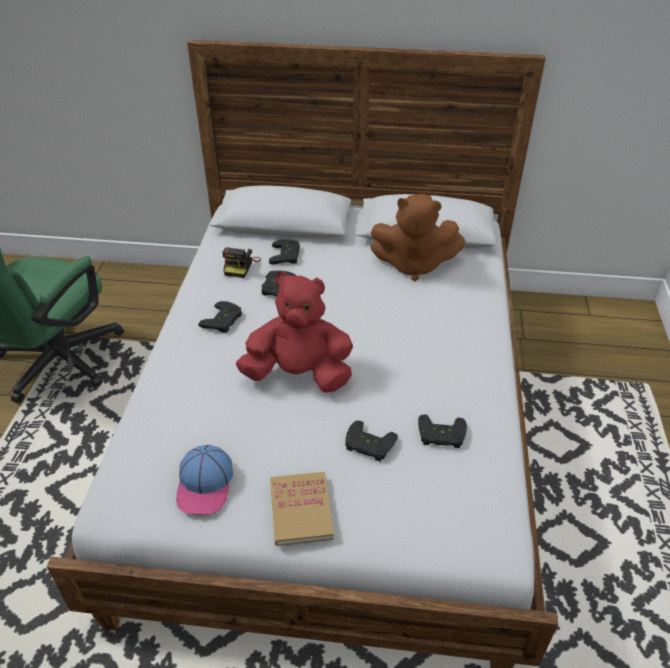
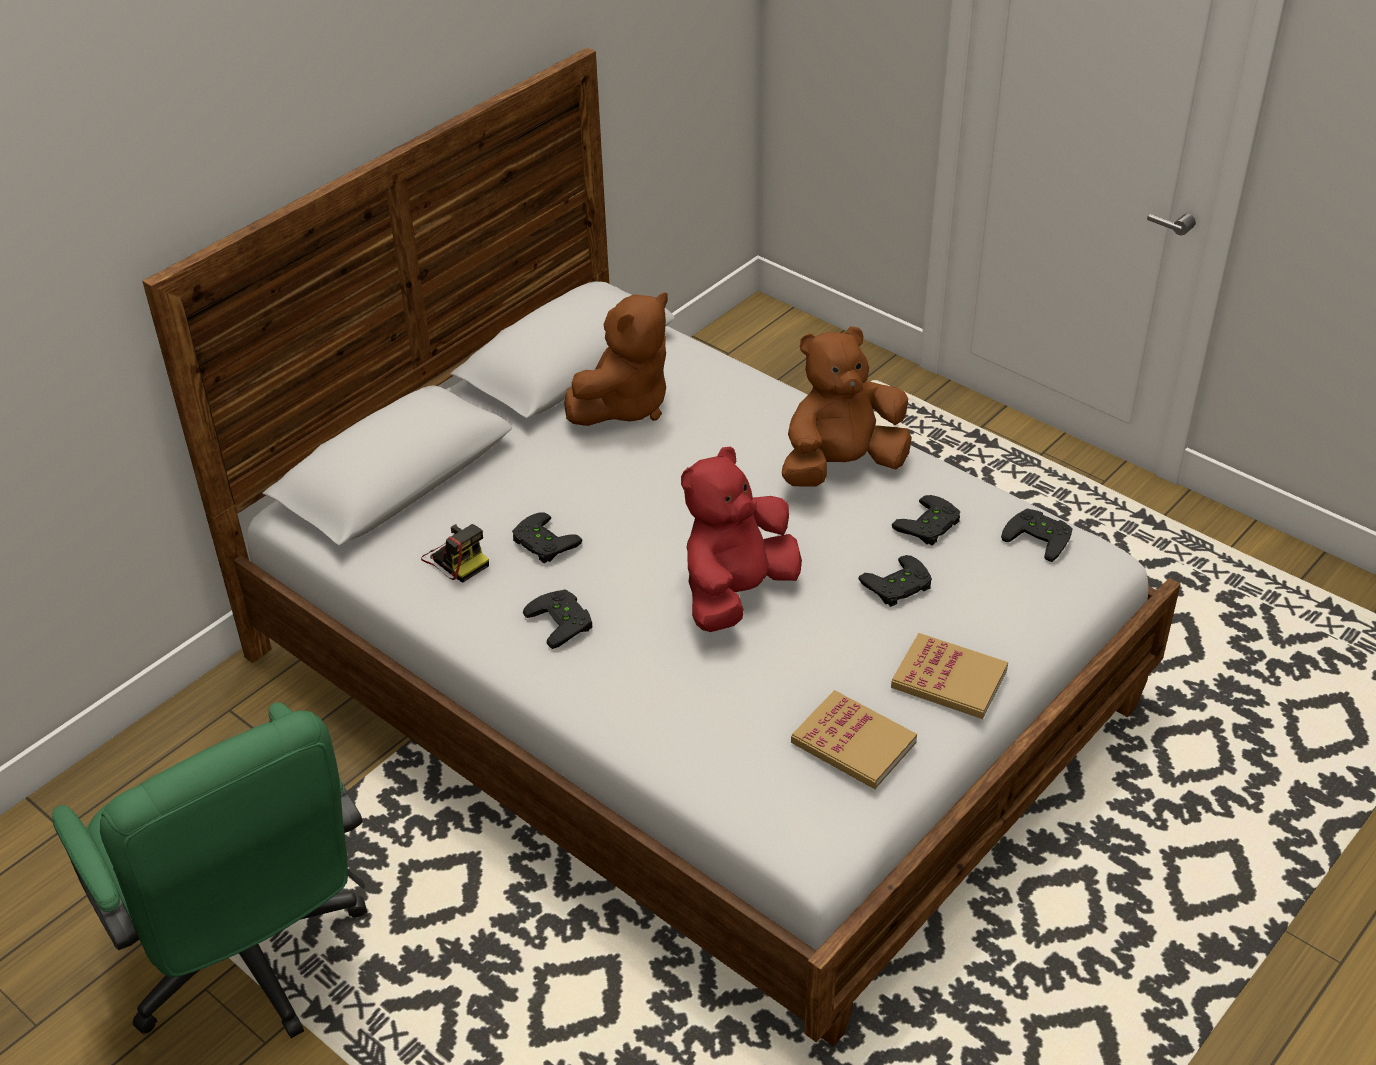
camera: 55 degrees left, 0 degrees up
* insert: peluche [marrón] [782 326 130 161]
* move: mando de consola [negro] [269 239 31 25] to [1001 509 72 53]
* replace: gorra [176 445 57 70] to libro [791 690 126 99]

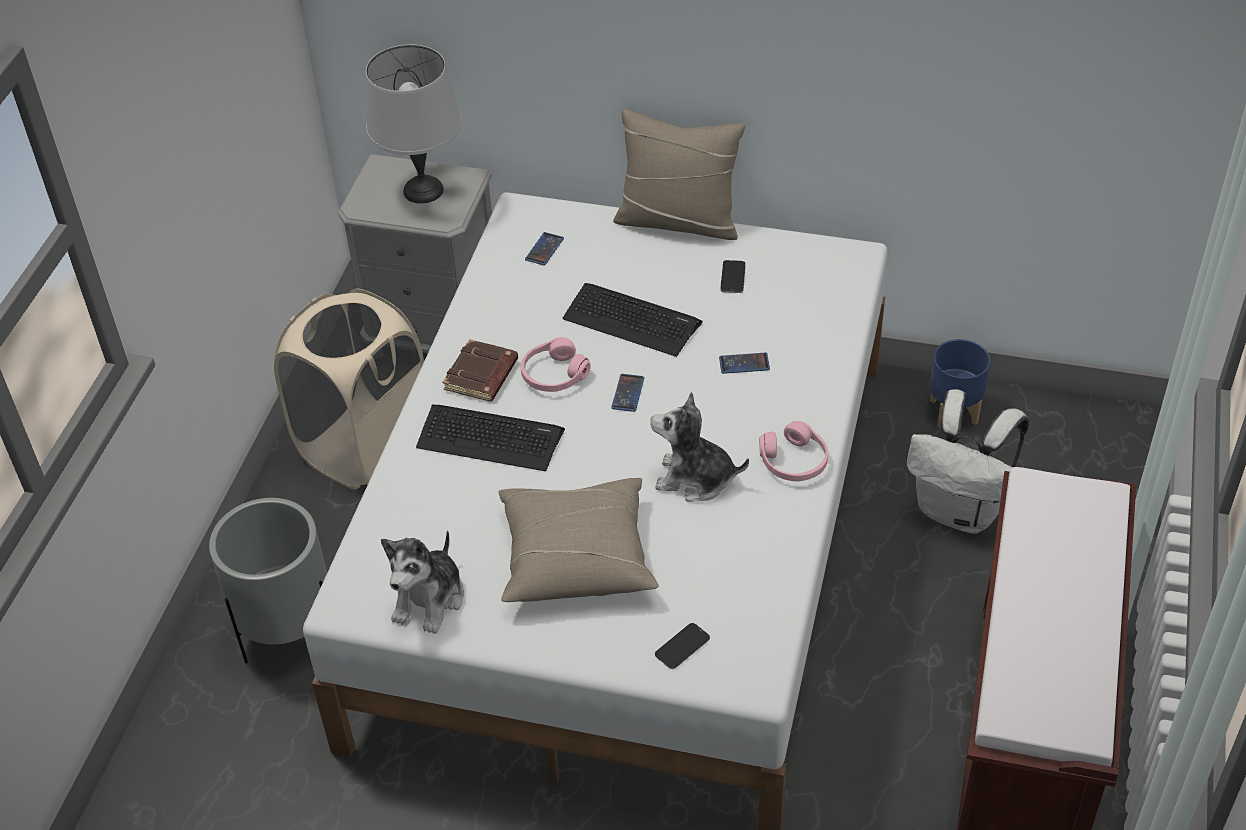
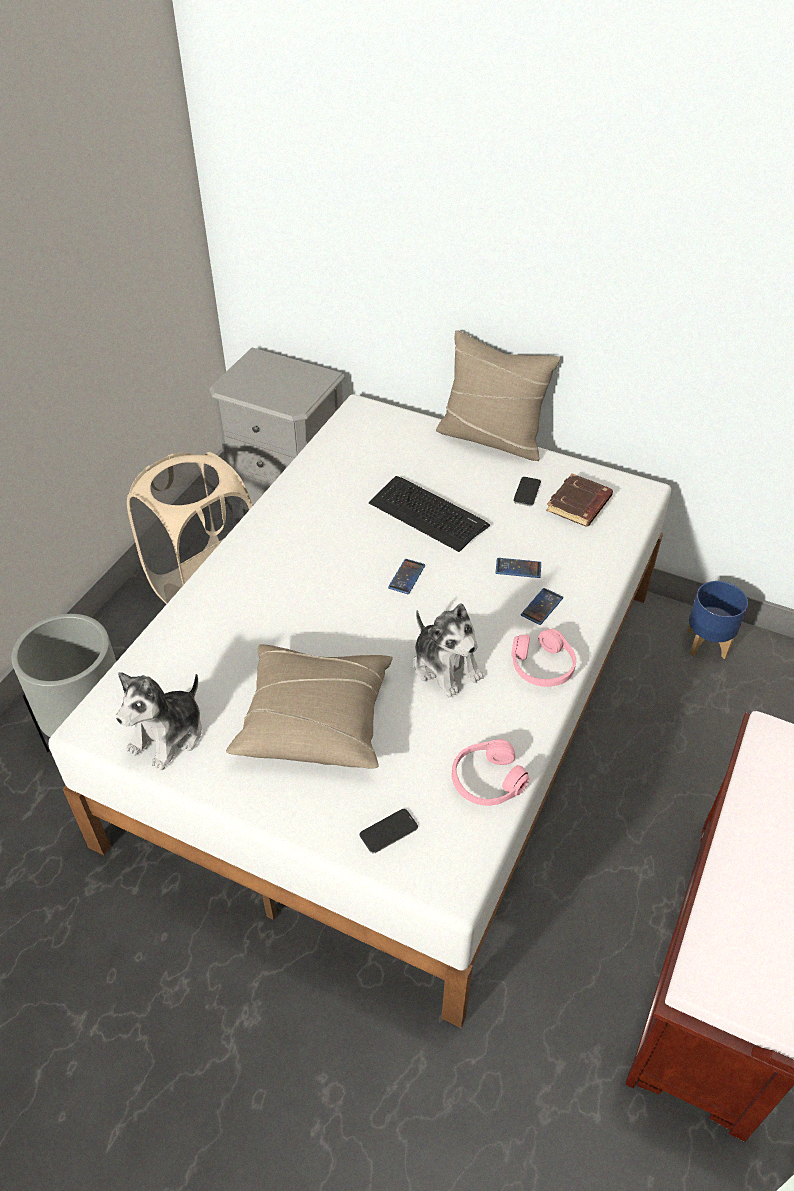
camera: 10 degrees right, 0 degrees up
* delete: lámpara de mesa [gris] [366 44 95 160]
* delete: teclado [416 405 149 66]
* delete: mochila [blanco] [906 389 123 145]
* move: libro [marrón] [442 339 76 62] to [546 473 67 54]
* move: auriculares [rosa] [521 337 70 55] to [452 739 77 67]
* move: móvil [525 232 39 34] to [521 588 42 37]
* rotate: peluche [650 392 99 110] = [414 603 70 94] 150 degrees counterclockwise

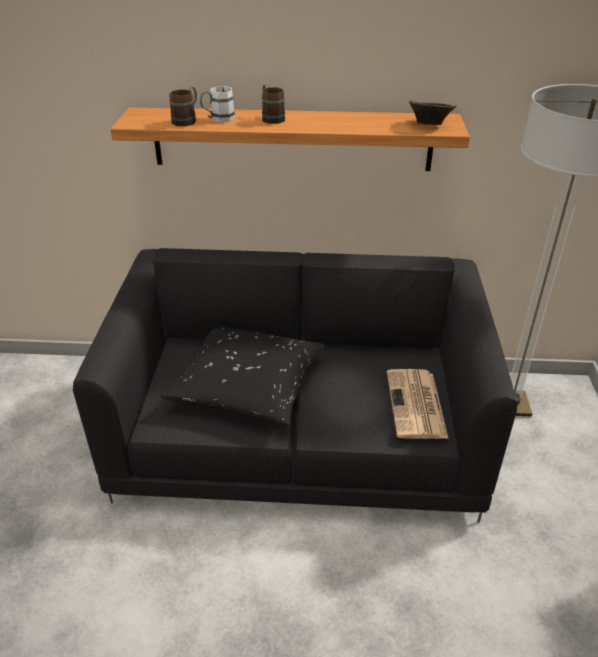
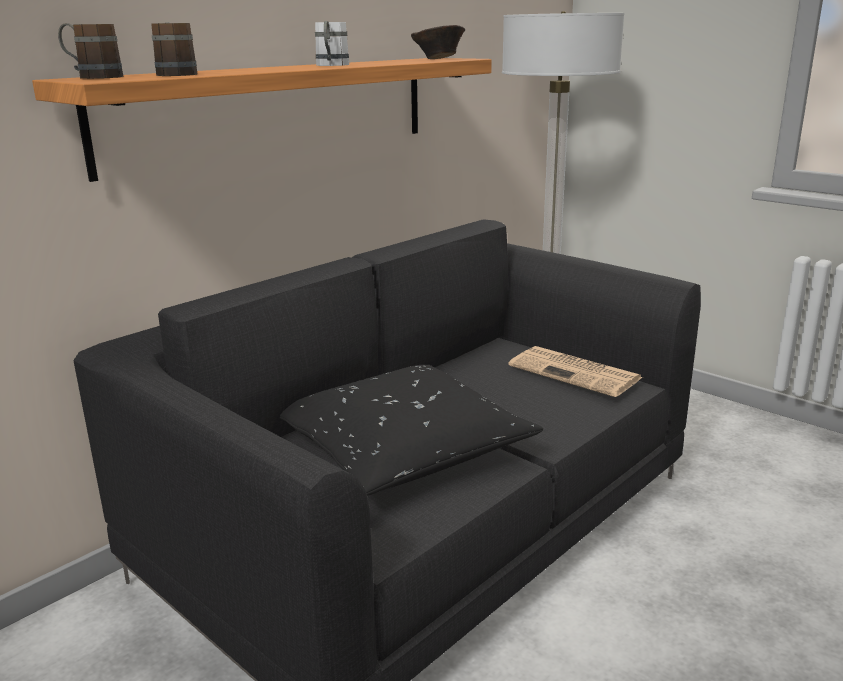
camera: 50 degrees left, 15 degrees down
* move: taza grande [blanco] [200 86 35 37] to [315 21 34 45]
* move: taza grande [marrón] [262 85 23 39] to [58 24 65 55]

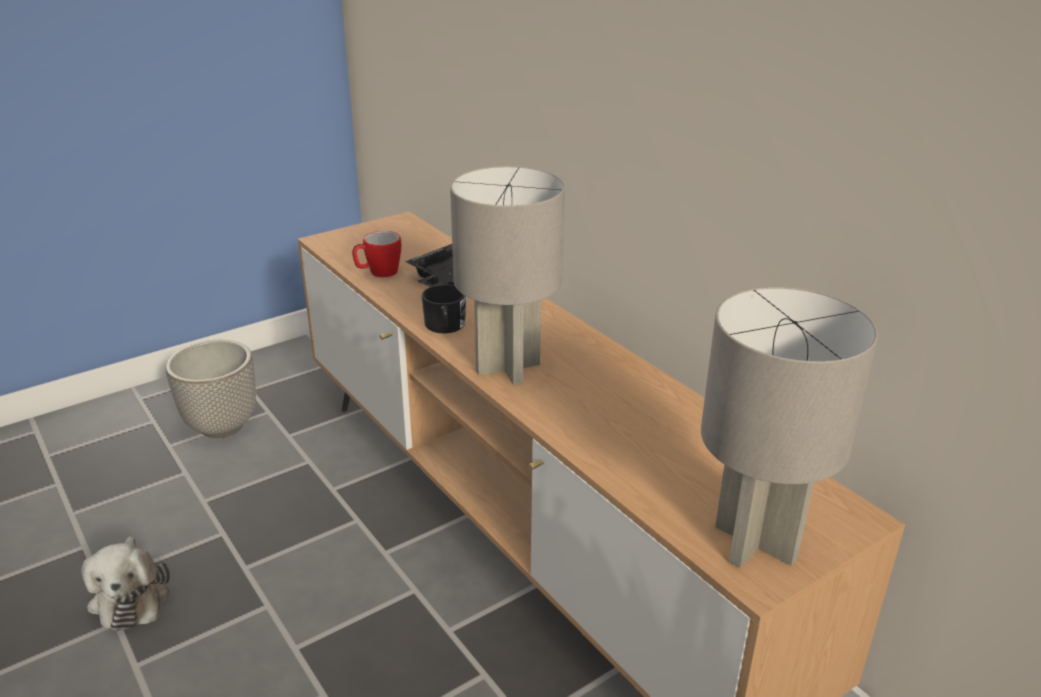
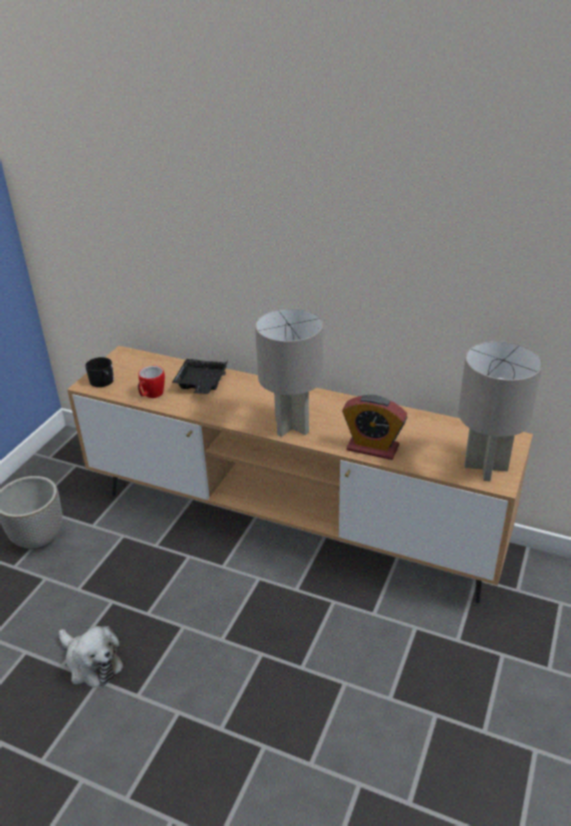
camera: 30 degrees left, 5 degrees up
* insert: despertador [342 395 65 65]
* move: taza grande [negro] [422 284 44 49] to [85 357 29 30]

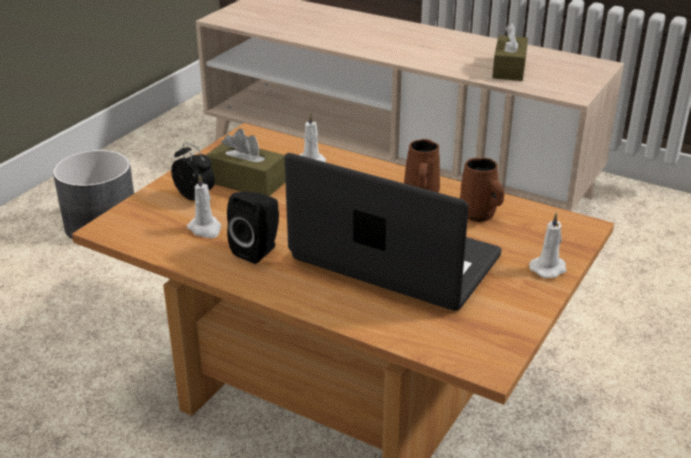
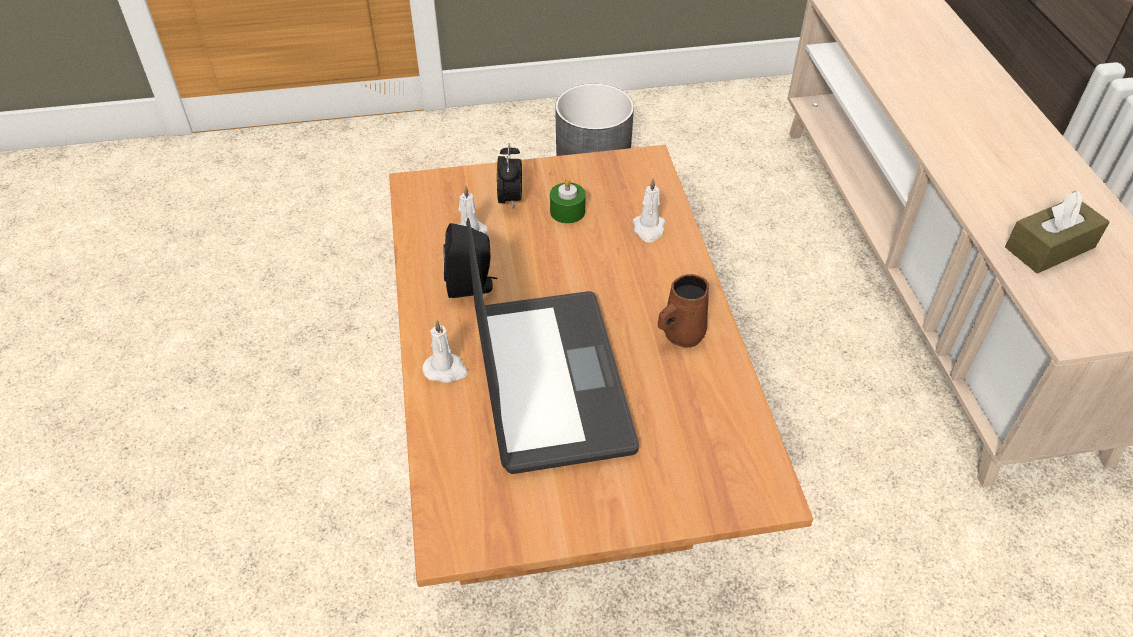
camera: 50 degrees right, 15 degrees up
* delete: taza grande [marrón] [460 158 45 64]
* move: vela [blanco] [529 212 38 66] to [423 320 45 63]
* replace: caja de pañuelos [marrón] [206 129 79 67] to vela [verde] [550 178 36 46]

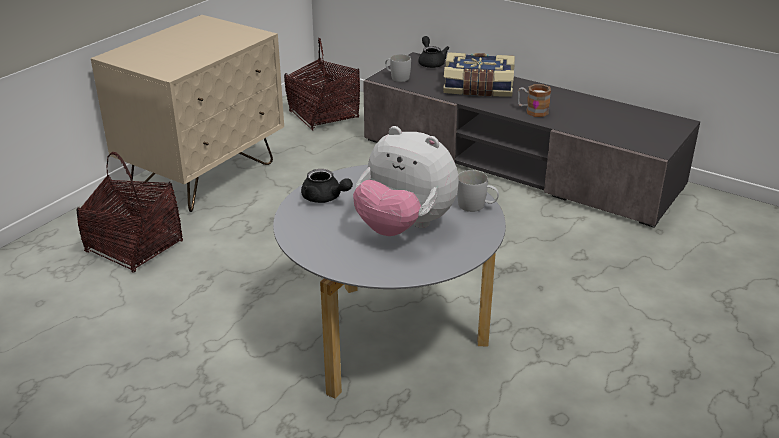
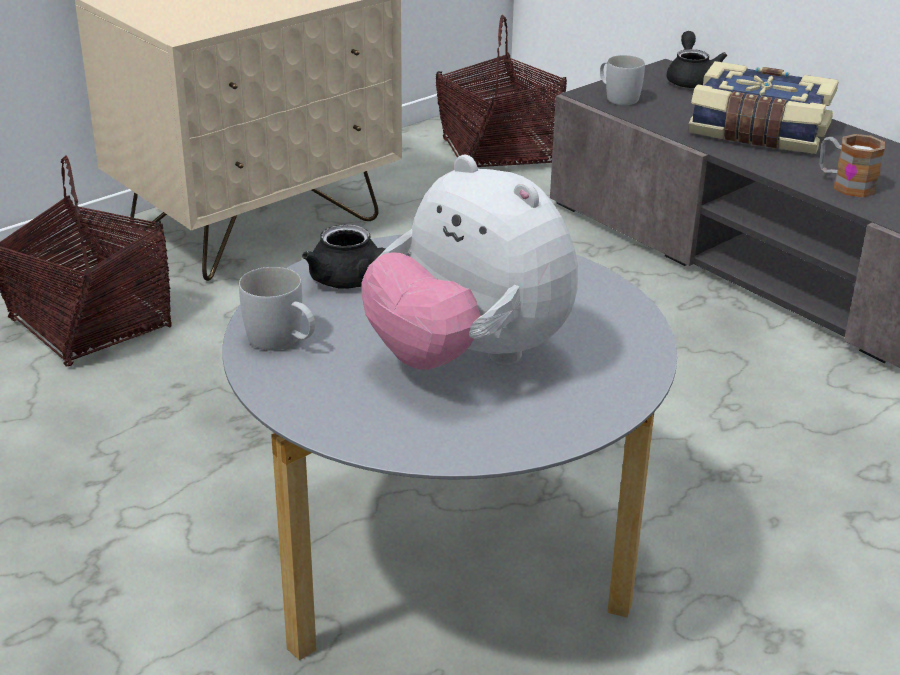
camera: 15 degrees right, 0 degrees up
* move: taza grande [blanco] [457 170 42 42] to [239 267 76 84]

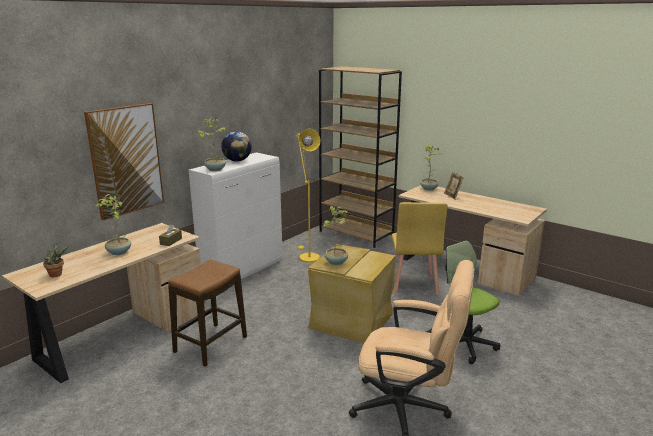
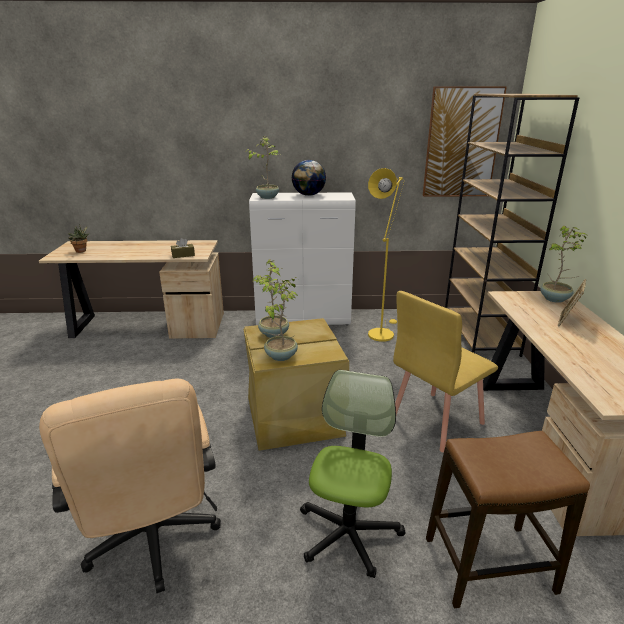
camera: 50 degrees right, 5 degrees up
* move: cuadro [84 103 80 118] to [423 86 84 111]
* move: planta en maceta [95 193 36 62] to [262 279 37 82]
* move: taburete [168 260 79 107] to [426 431 164 177]

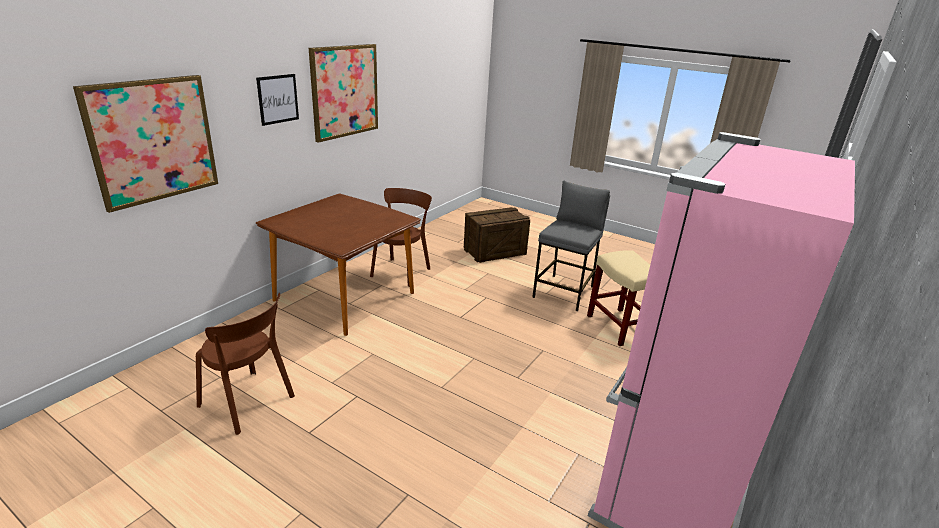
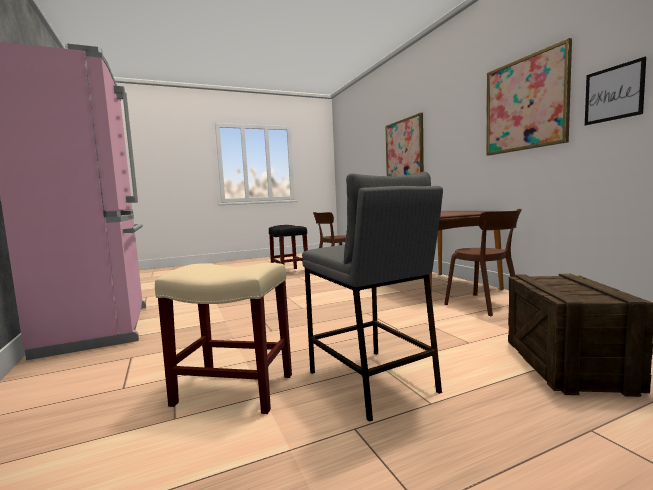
camera: 125 degrees right, 20 degrees down
* insert: taburete [negro] [269 225 39 44]
* move: cuadro [256 74 43 52] to [585 57 61 68]

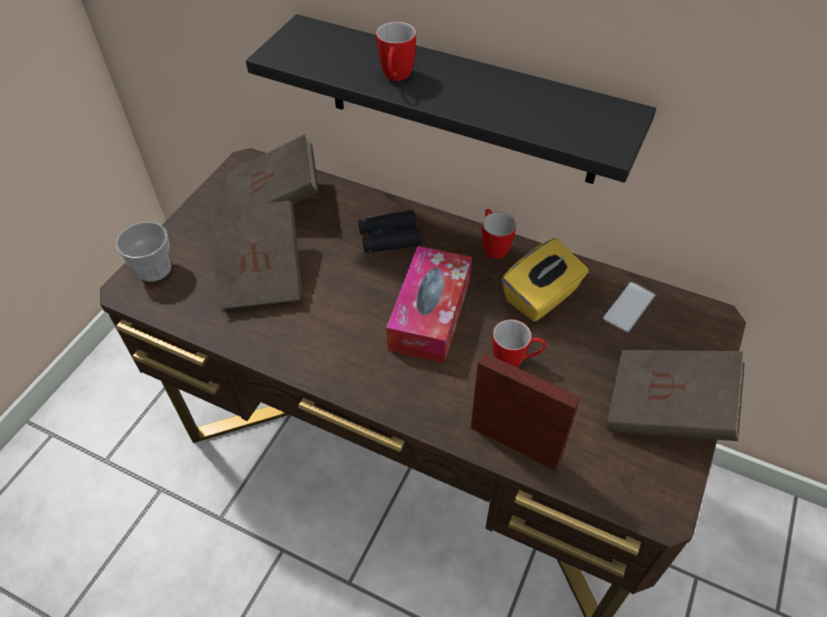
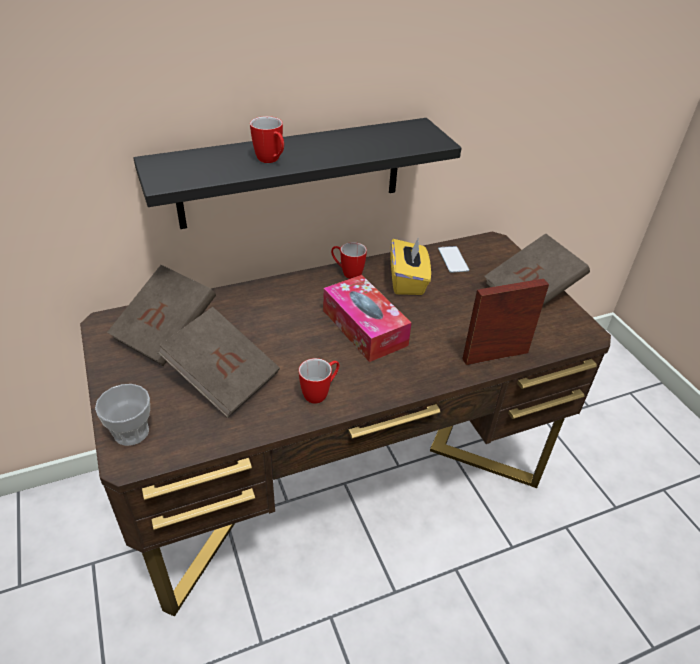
camera: 50 degrees left, 10 degrees down
* delete: prismáticos [negro] [358 210 64 43]
* move: taza grande [493 319 53 48] to [299 358 40 46]

